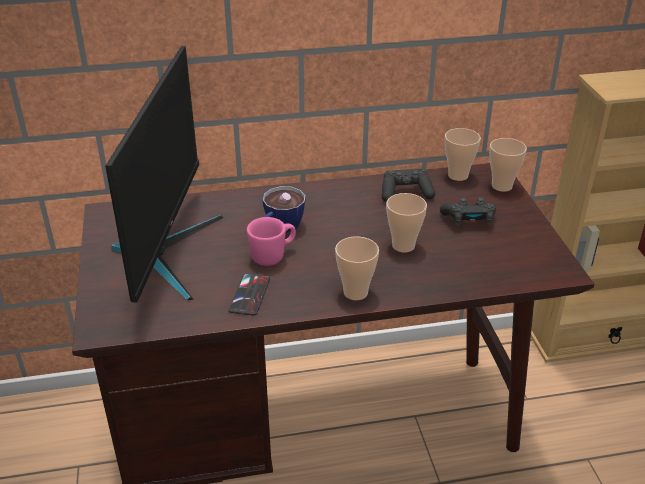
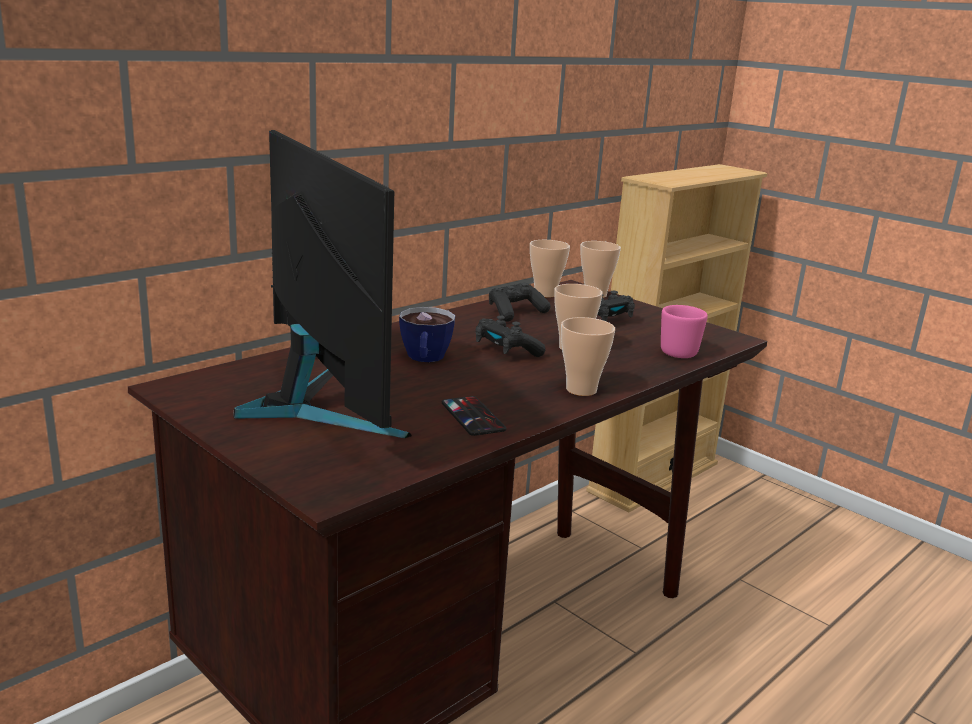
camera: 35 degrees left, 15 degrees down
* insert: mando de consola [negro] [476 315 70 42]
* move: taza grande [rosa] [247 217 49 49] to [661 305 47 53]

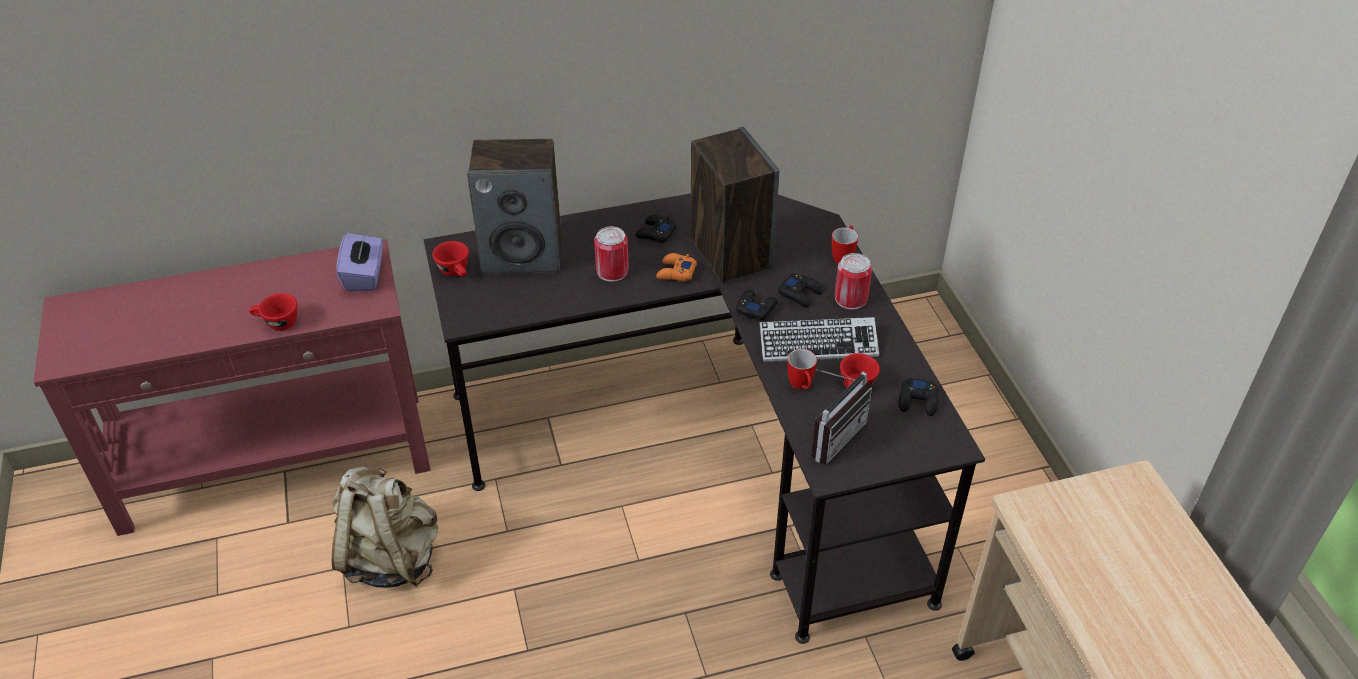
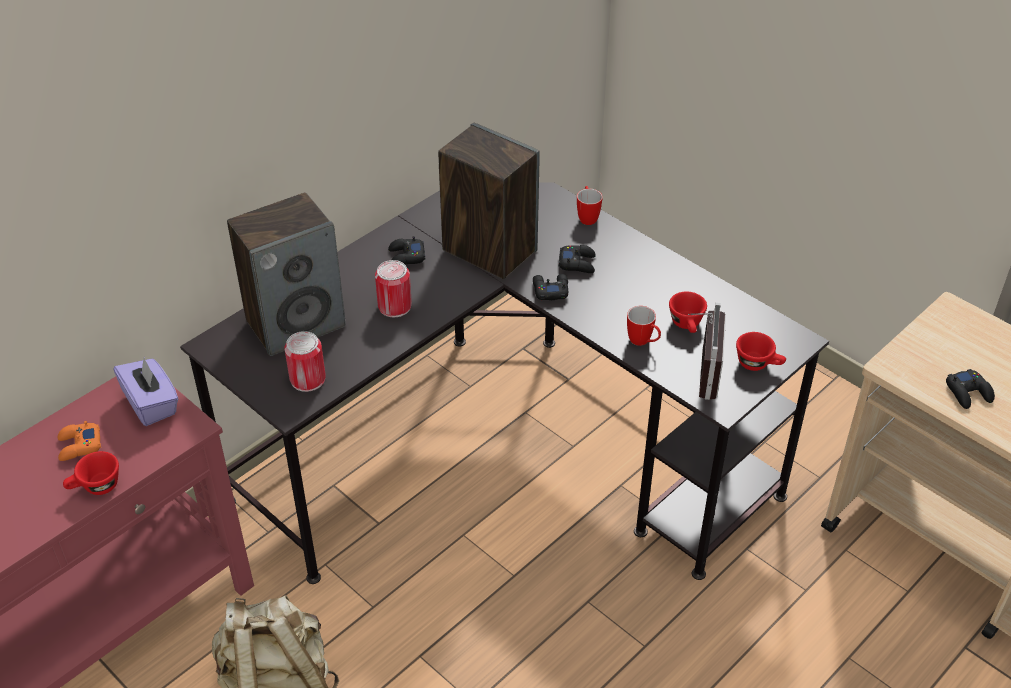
camera: 30 degrees left, 0 degrees up
* delete: teclado [759 317 120 45]
* move: taza [rojo] [433 241 36 35] to [736 332 50 39]
* move: mando de consola [naranja] [656 253 41 28] to [57 421 44 40]
* move: lata [835 253 37 57] to [284 331 42 61]
* move: mando de consola [negro] [899 378 39 38] to [946 369 49 40]

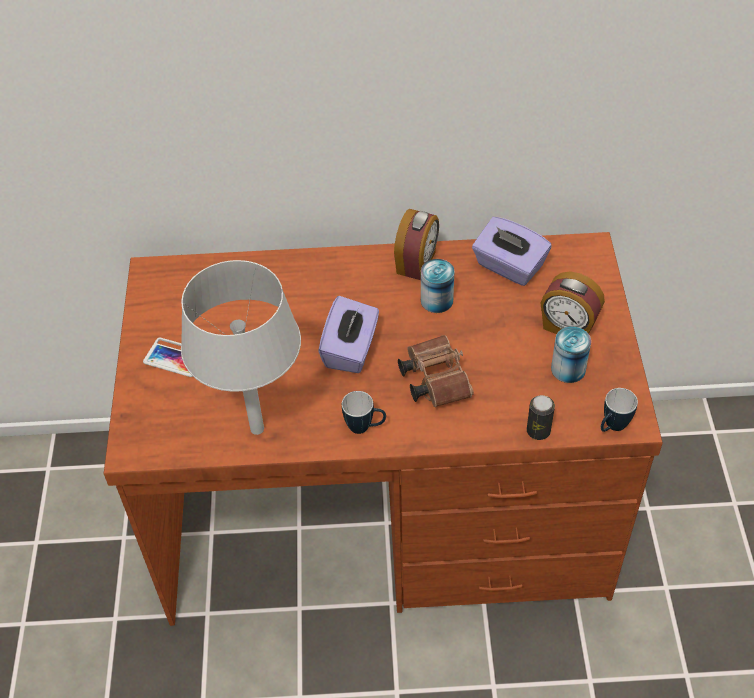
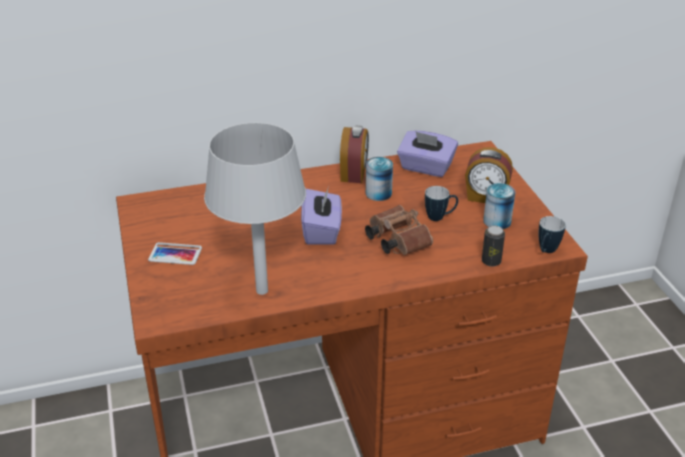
camera: 15 degrees left, 15 degrees down
* move: taza grande [342 391 44 43] to [425 186 33 35]

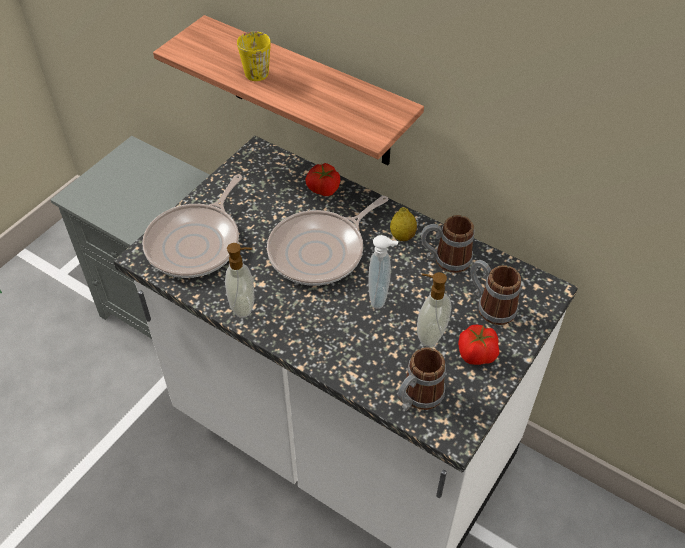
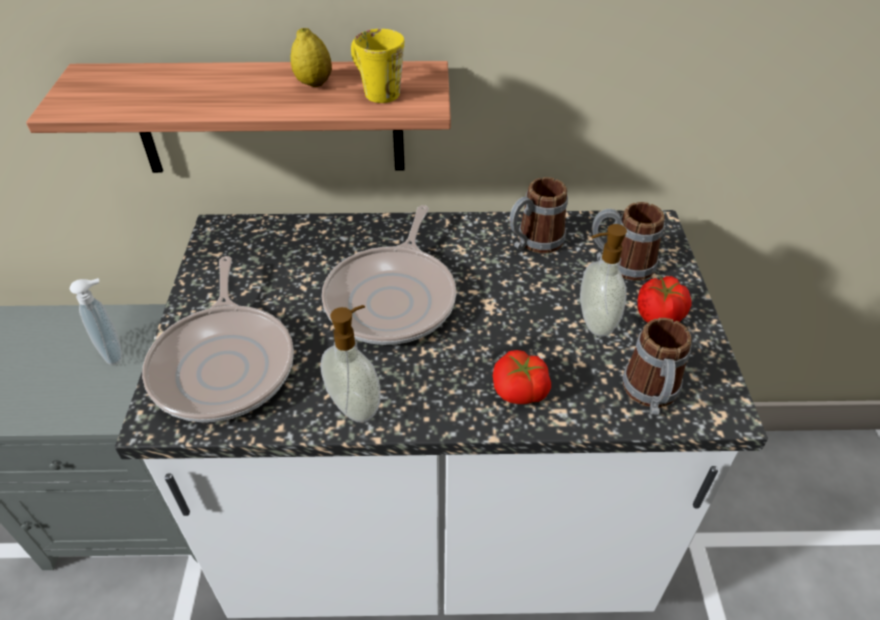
camera: 35 degrees left, 5 degrees down
* move: taza grande [amarillo] [237 31 34 50] to [351 29 53 74]
* move: tomate [306 163 34 33] to [493 350 58 54]
* move: dispensador de jabón [368 235 30 74] to [70 278 52 87]
* move: limón [390 207 27 34] to [290 28 42 59]

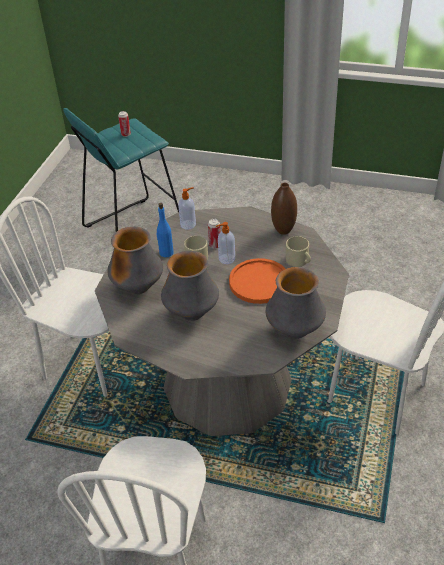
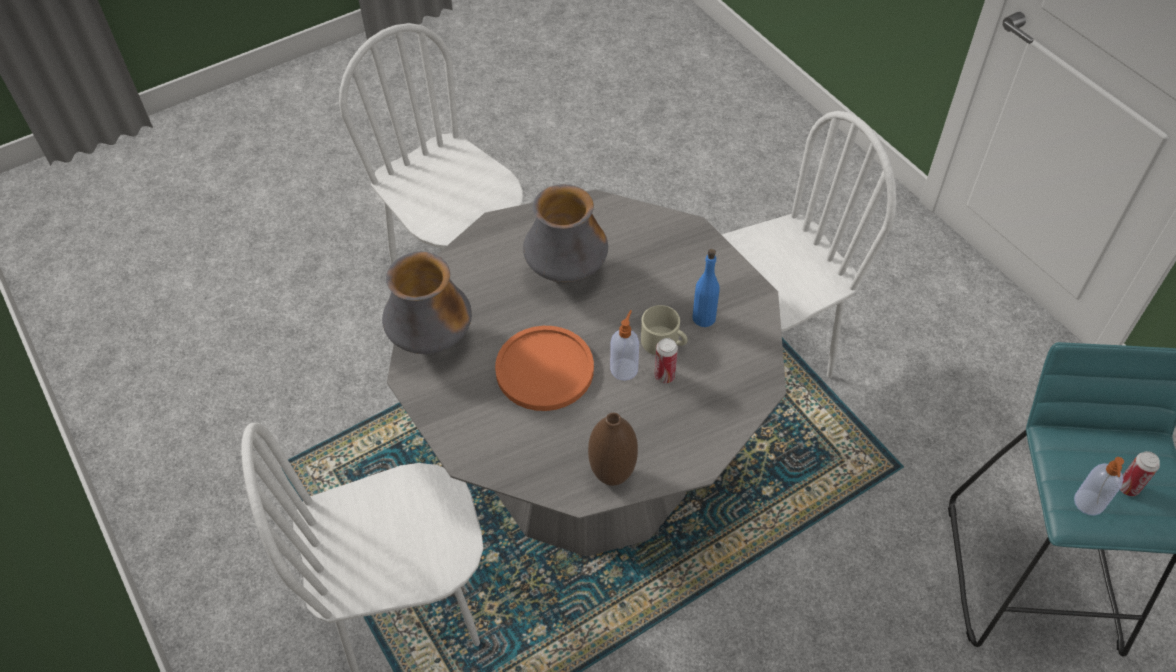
camera: 130 degrees right, 10 degrees up
* delete: florero [107 226 56 68]
* delete: taza grande [beis] [286 236 25 31]
* move: dispensador de jabón [178 187 18 43] to [1074 457 50 59]

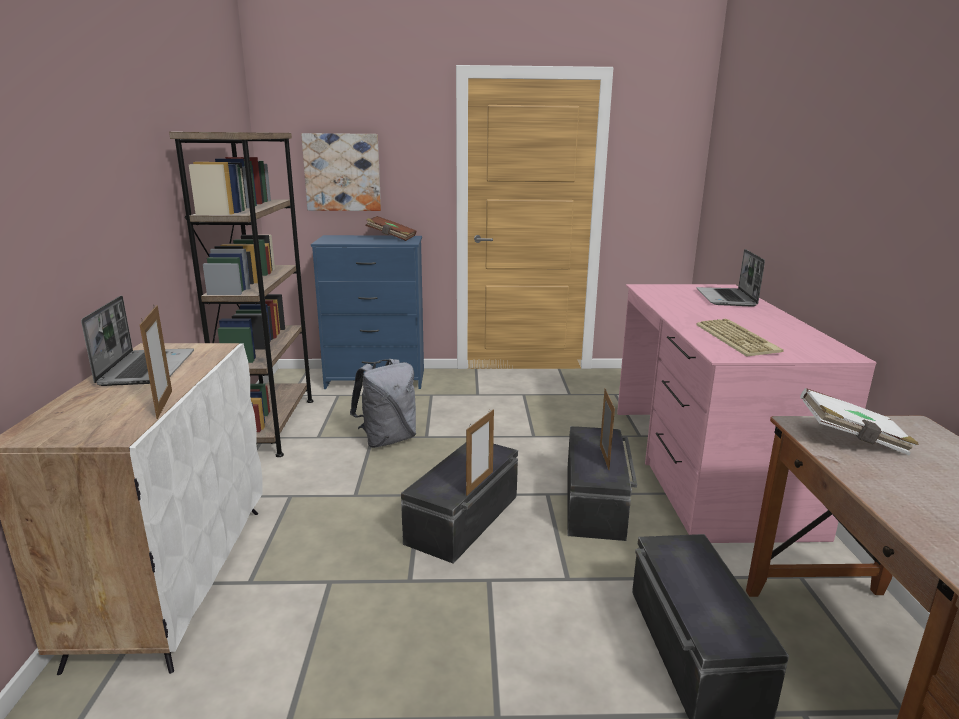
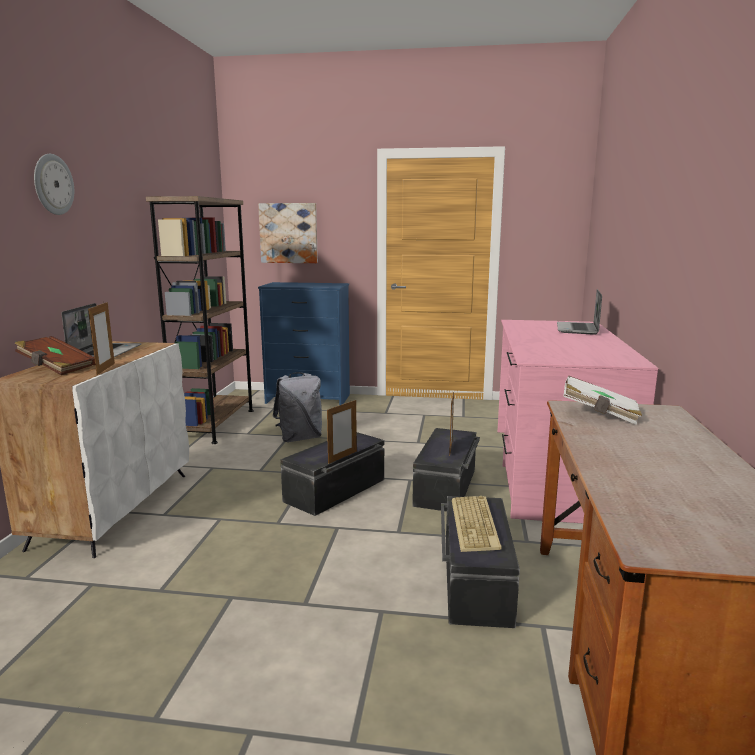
camera: 10 degrees right, 5 degrees down
* insert: reloj de pared [34 154 40 61]
* move: libro [marrón] [365 216 51 25] to [15 336 80 39]
* move: teclado [696 319 88 38] to [452 496 50 56]

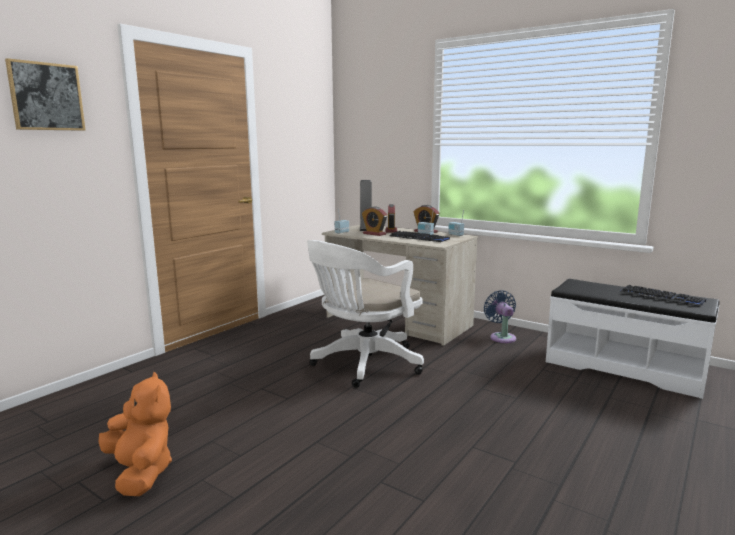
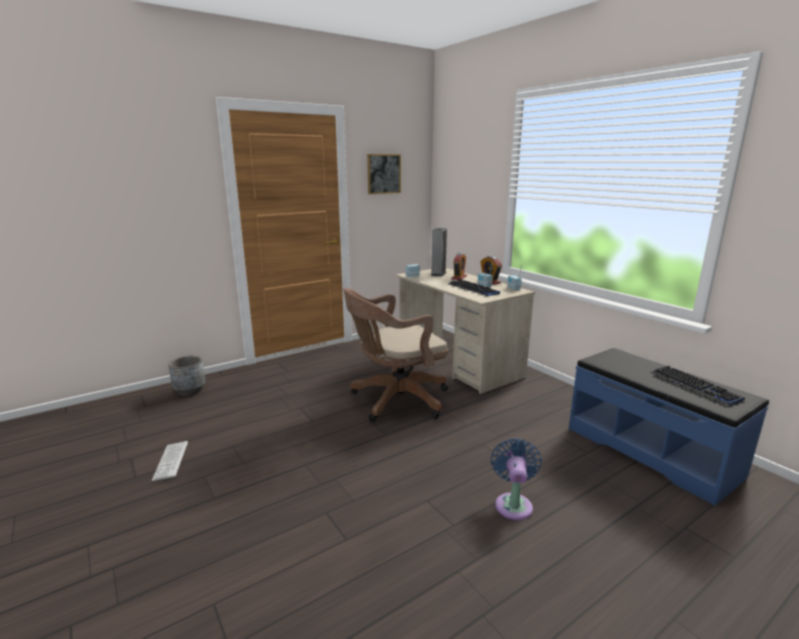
camera: 20 degrees right, 5 degrees up
* delete: despertador [362 206 25 30]
* insert: maceta [gris] [168 356 37 40]
* move: cuadro [5 58 81 73] to [367 154 34 40]
* move: ventilador [azul] [484 290 32 53] to [491 438 51 82]
* replace: peluche [naranja] [99 372 73 124] to teclado [152 441 36 40]
* recolor: silla de oficina [blanco] [307 240 117 148] to silla de oficina [marrón] [343 288 105 134]
* recolor: banco [blanco] [546 279 174 120] to banco [azul] [569 348 200 158]

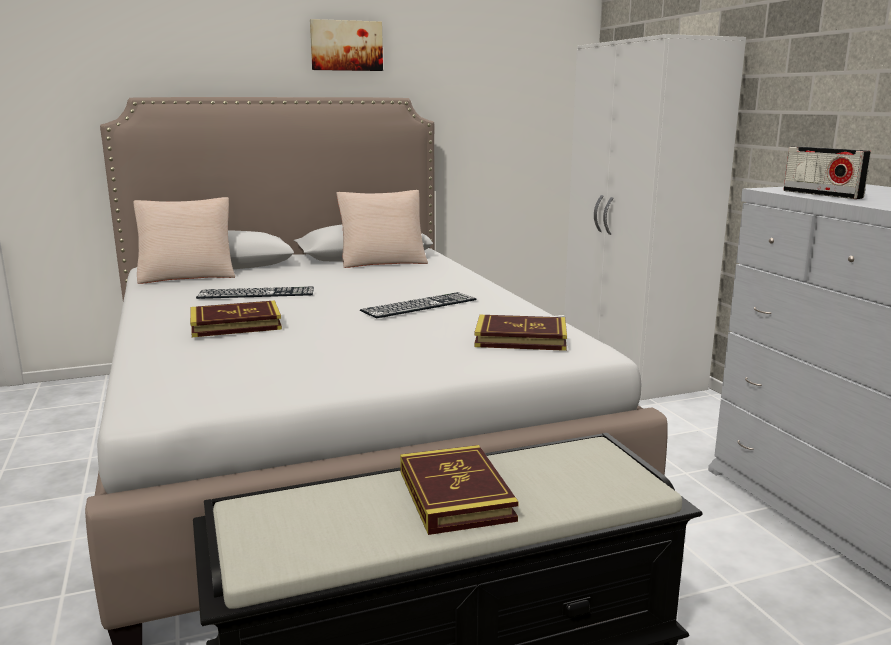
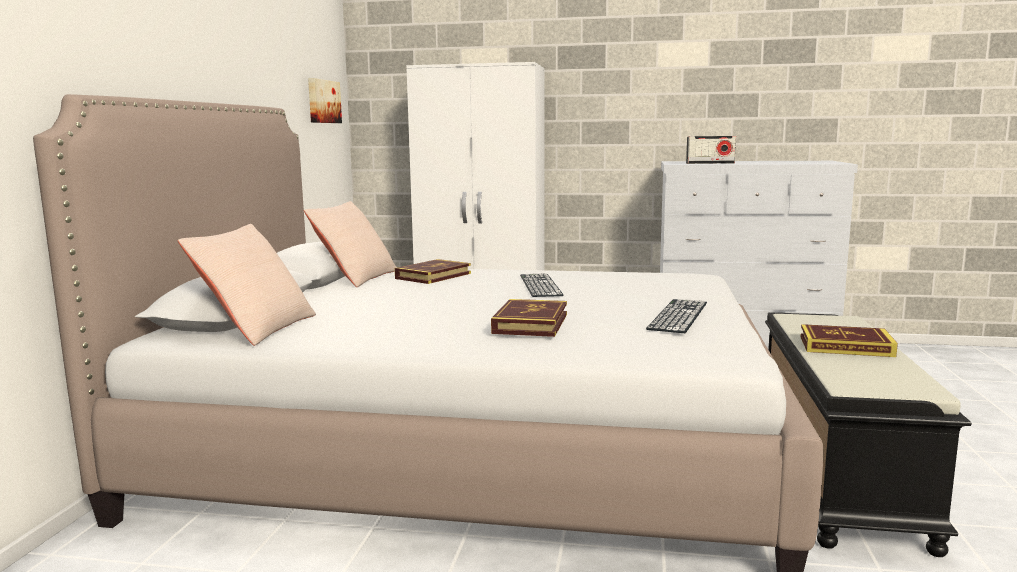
camera: 60 degrees left, 5 degrees down
* move: teclado [196 287 118 12] to [646 299 61 34]
* move: cuadro [310 19 73 52] to [308 78 34 45]
* move: libro [474 315 93 36] to [395 259 76 25]

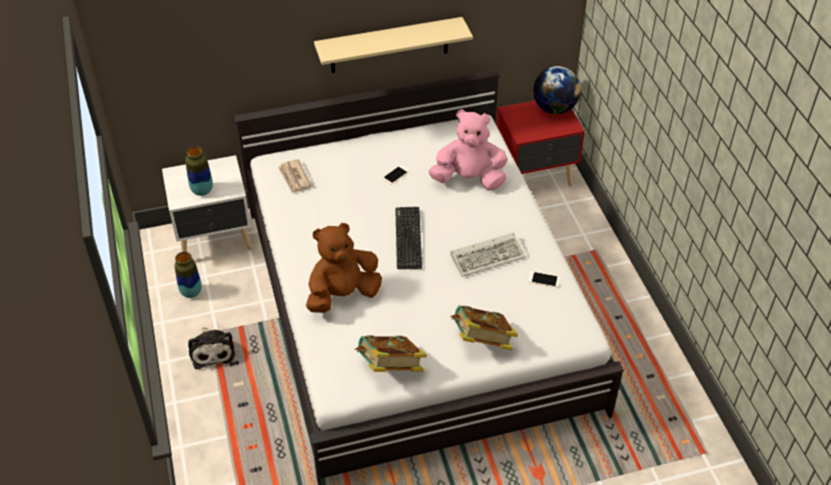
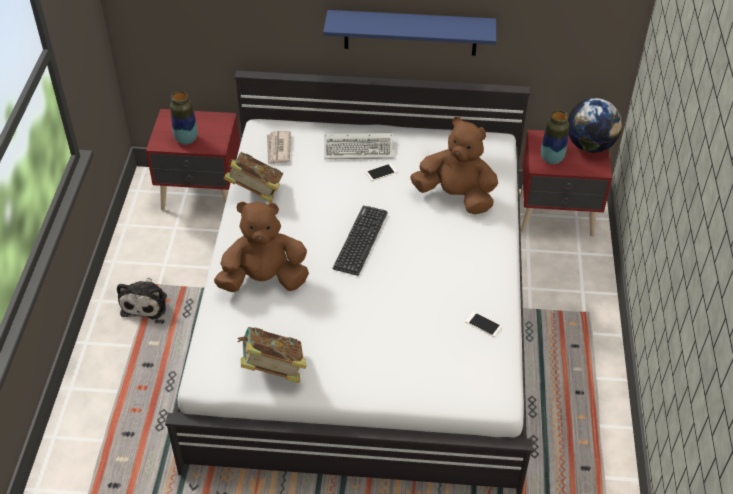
camera: 20 degrees right, 0 degrees up
* move: florero [175 252 27 46] to [541 110 28 54]
* move: teclado [450 232 76 45] to [324 133 70 26]
* move: libro [450 305 68 45] to [224 152 59 50]
* recolor: mesita de noche [blanco] [162 155 90 97] to mesita de noche [rojo] [146 109 94 101]
* recolor: estante [beis] [314 17 159 56] to estante [azul] [323 10 173 46]
* recolor: peluche [rosa] [428 109 80 82] to peluche [marrón] [410 117 88 97]

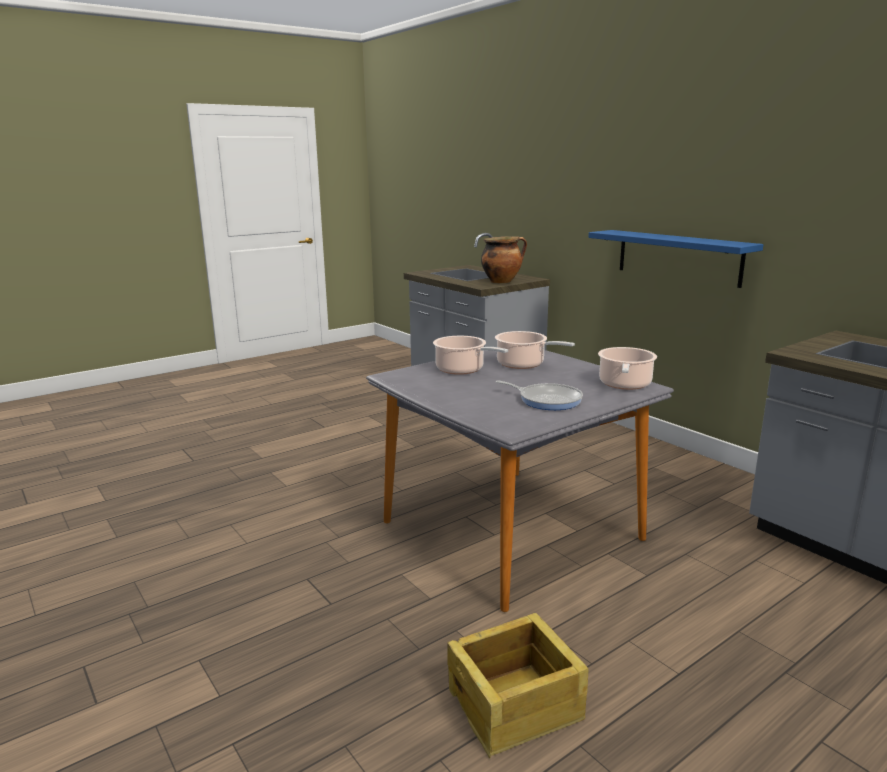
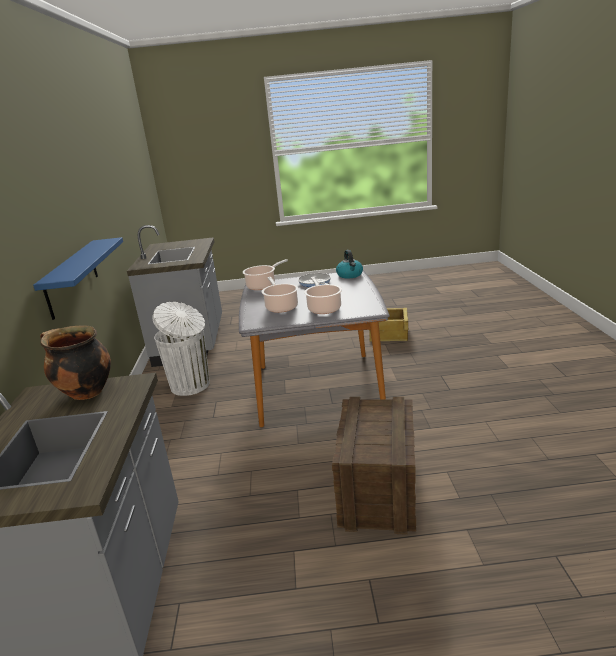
camera: 145 degrees left, 5 degrees up
* insert: papelera [blanco] [152 302 58 94]
* insert: caja de embalaje [332 397 84 138]
* insert: hervidor [336 250 27 28]

